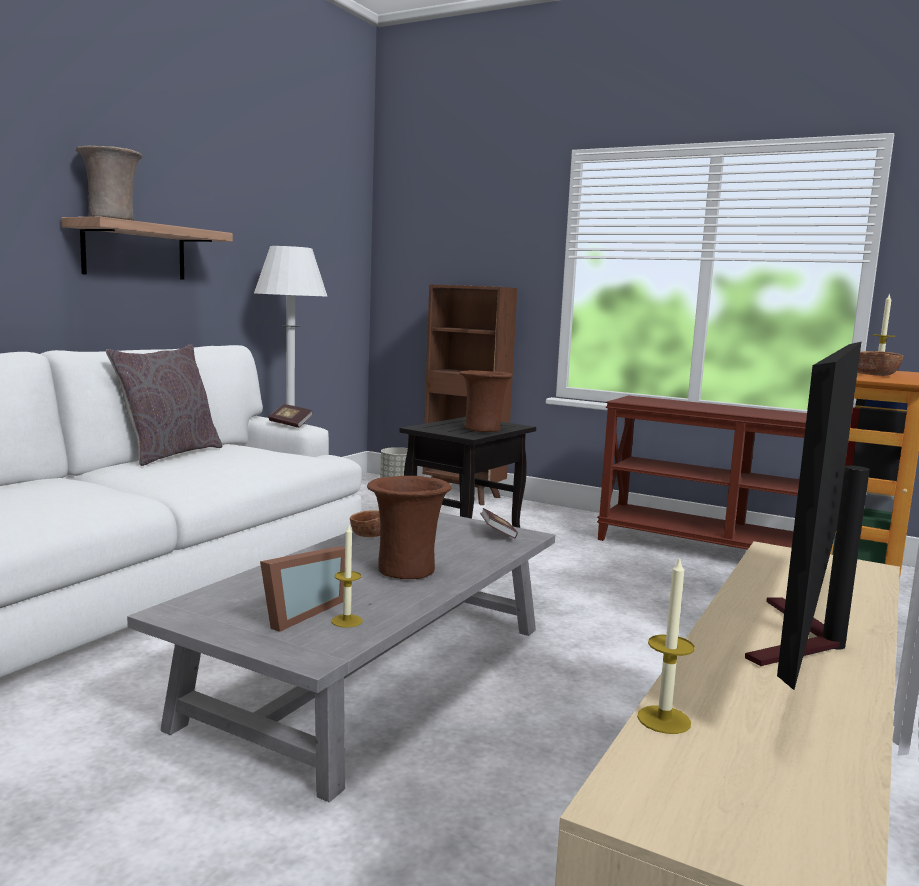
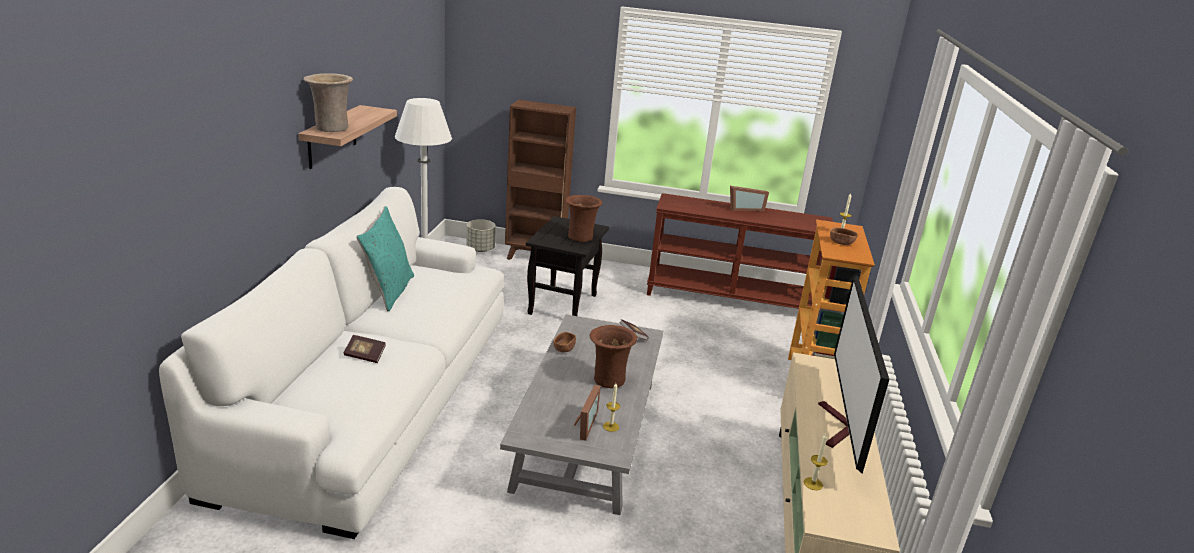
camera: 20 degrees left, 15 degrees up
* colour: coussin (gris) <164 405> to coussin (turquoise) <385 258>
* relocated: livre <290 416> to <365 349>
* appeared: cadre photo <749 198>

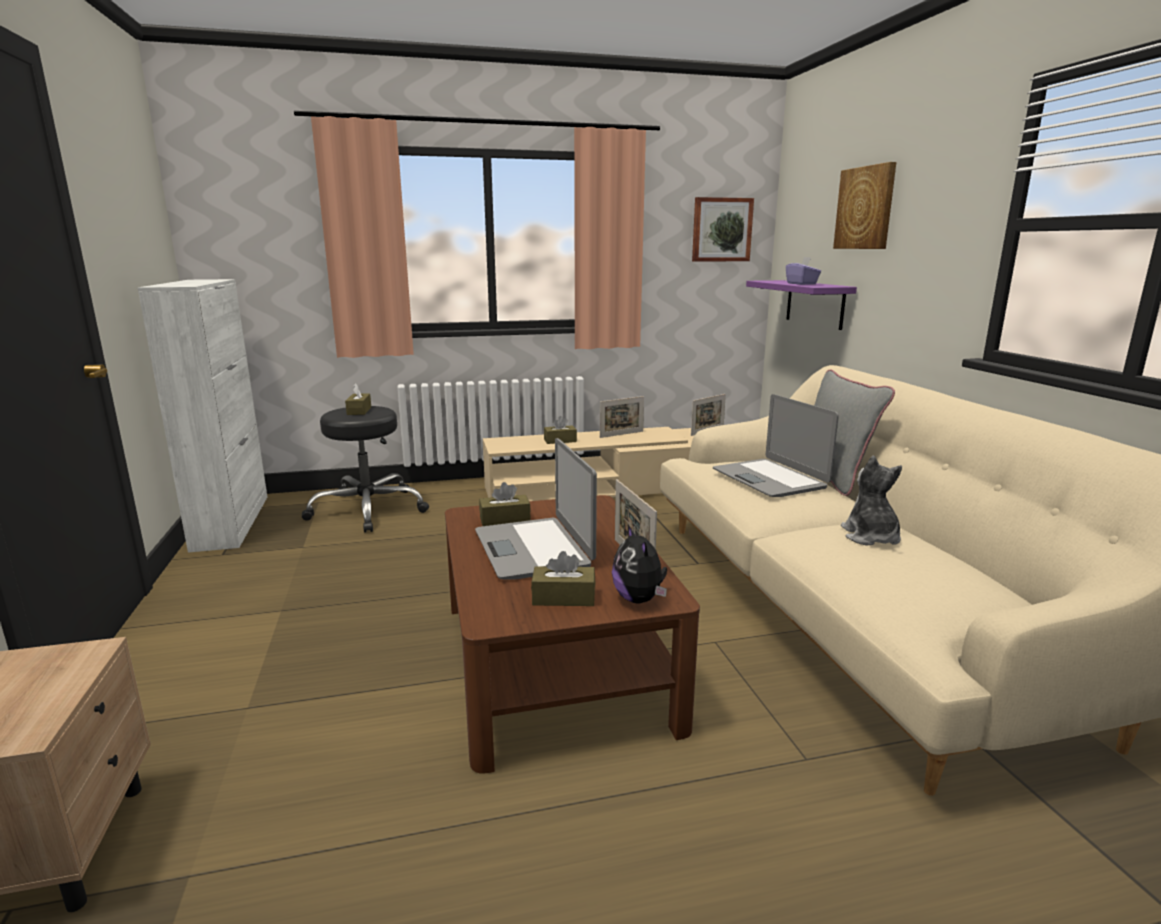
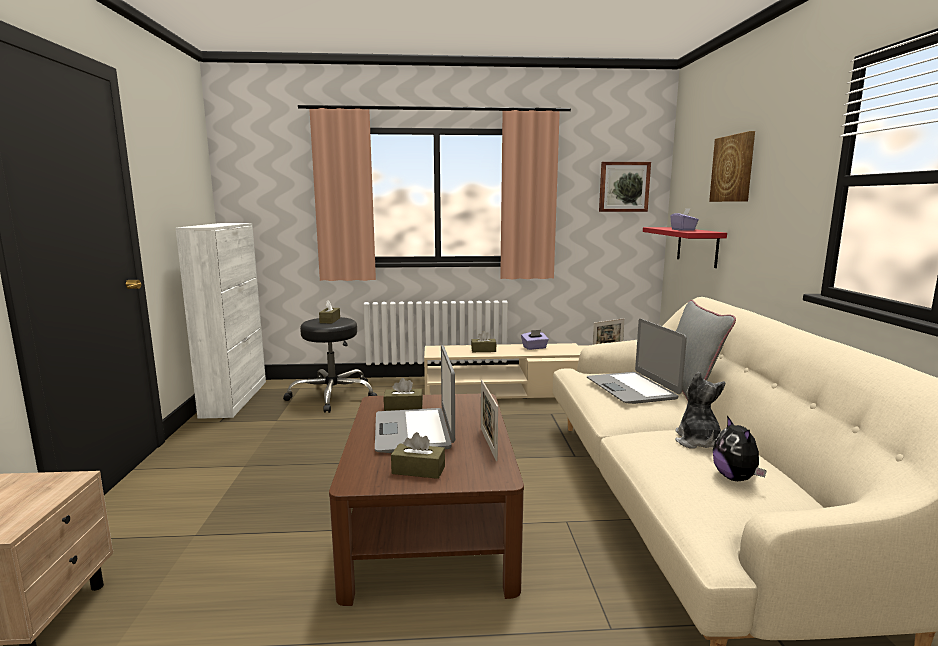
camera: 10 degrees right, 5 degrees down
* colour: étagère (violet) <801 305> to étagère (rouge) <685 247>
* exchanged: cadre photo <622 417> to boîte à mouchoirs (violet) <535 340>
* relocated: peluche <639 564> to <740 448>

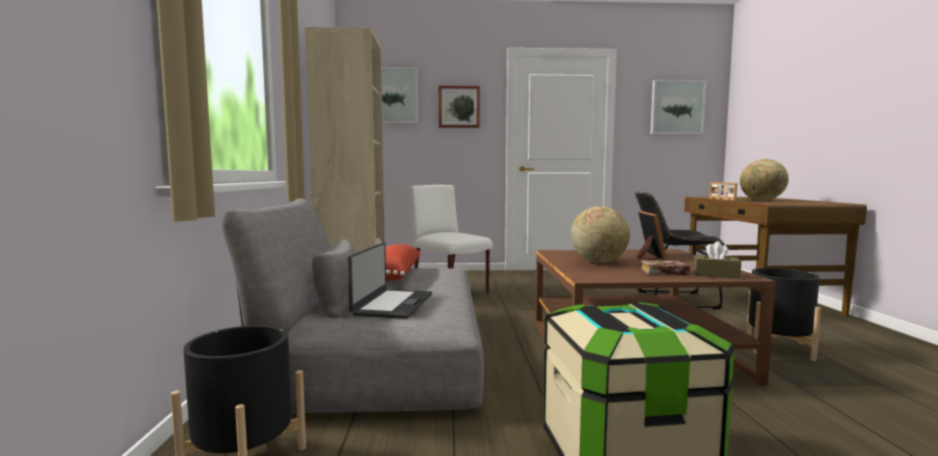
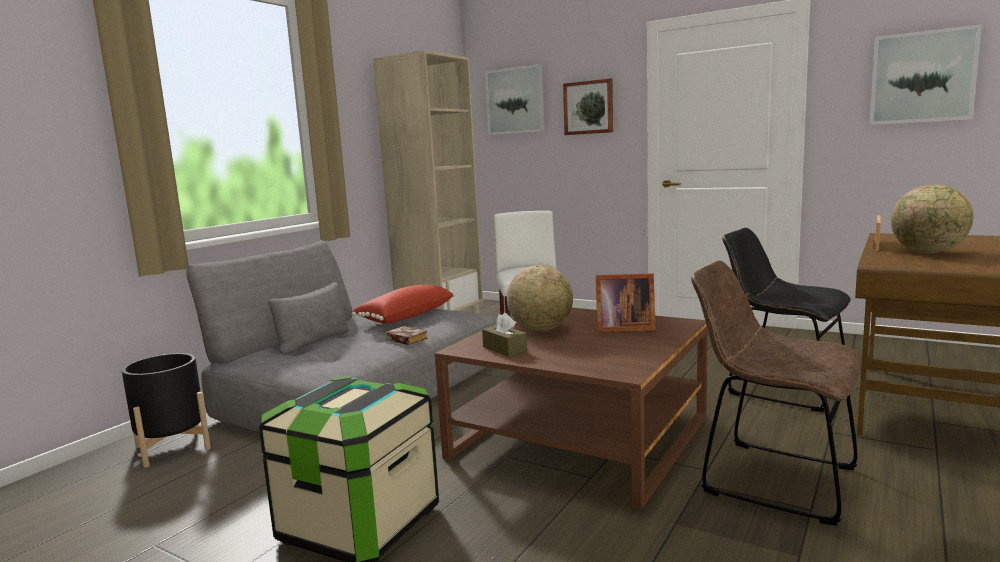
camera: 35 degrees right, 5 degrees up
* spun: cadre photo <652 235> = <626 302> 60 degrees clockwise
* relocated: boîte à mouchoirs (marron) <717 260> to <504 335>
* missing: ordinateur portable <390 280>
* relocated: livre <665 267> to <406 335>
* exchanged: cache-pot (noir) <783 314> to chaise (marron) <776 393>

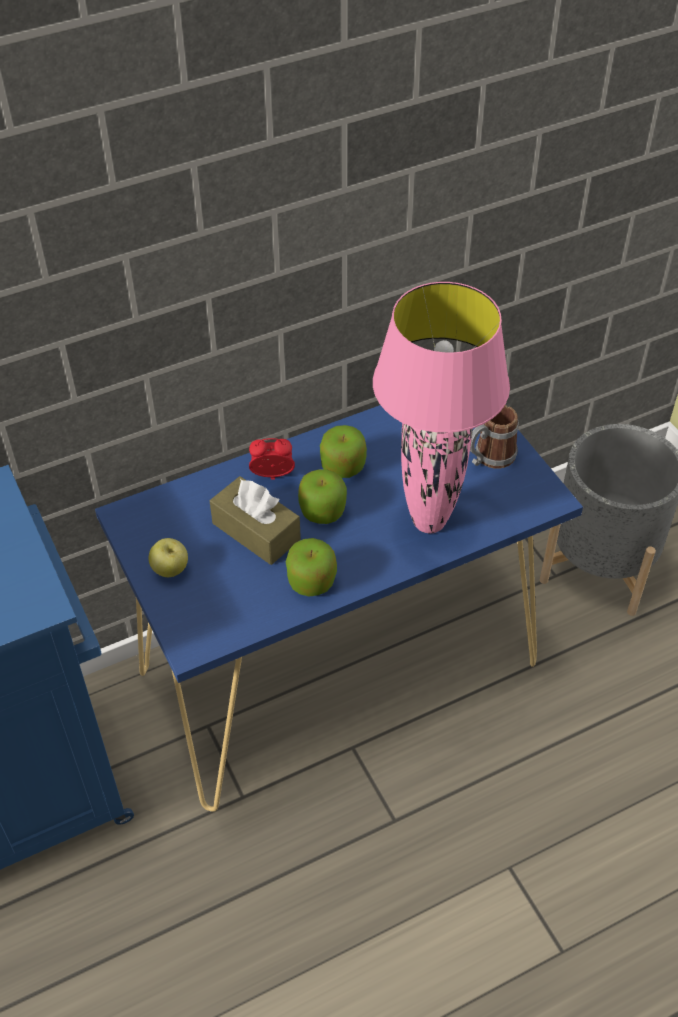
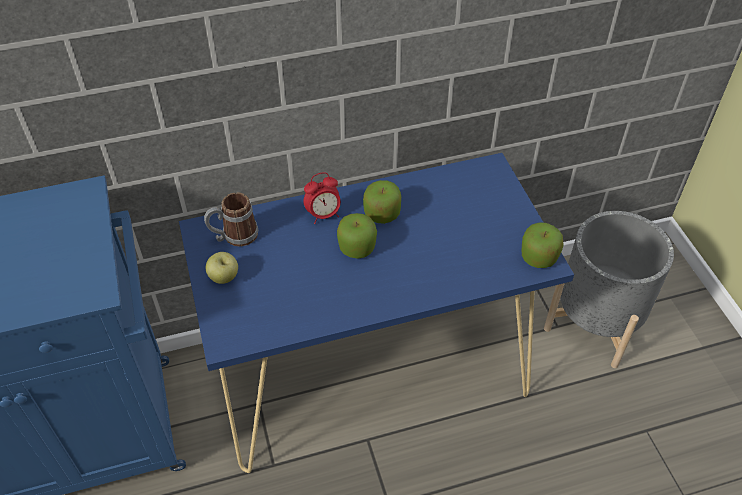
camera: 10 degrees right, 0 degrees up
* missing: lampe de table (rose) <441 407>
* relocated: mug <494 437> to <231 219>
* spun: réveil <272 459> = <322 198> 150 degrees clockwise
* missing: boîte à mouchoirs (marron) <255 520>
* relocated: pomme <311 567> to <542 245>

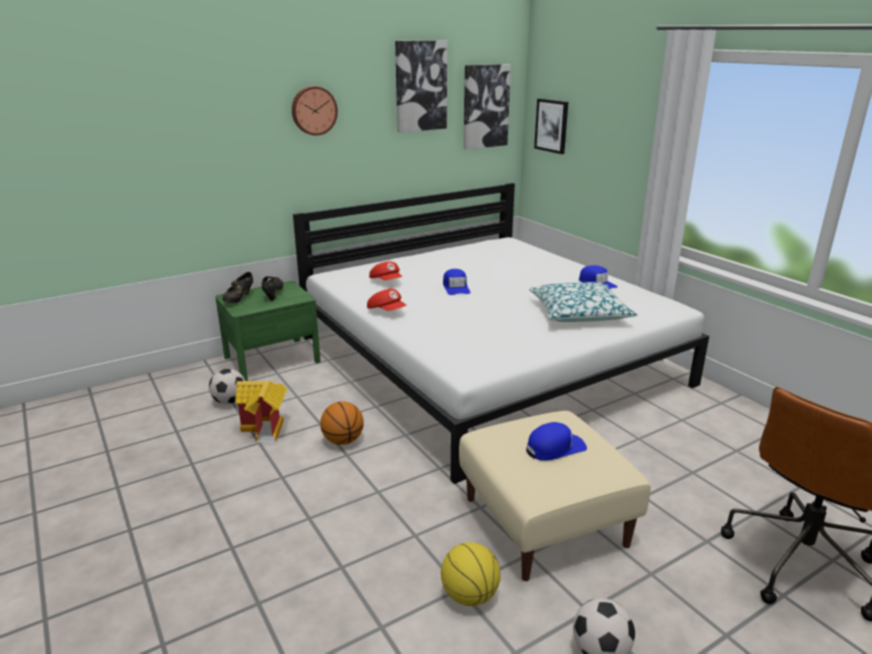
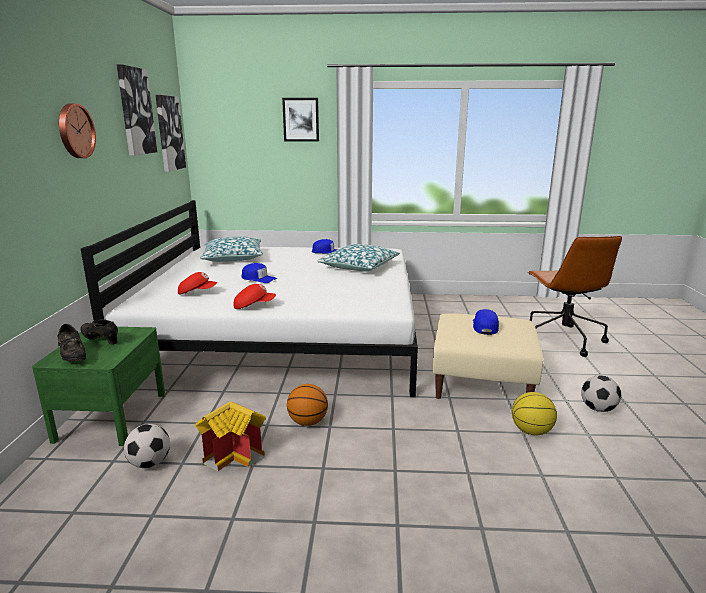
camera: 55 degrees left, 5 degrees down
* relocated: tableau <551 126> to <300 120>
* appeared: coussin <231 249>

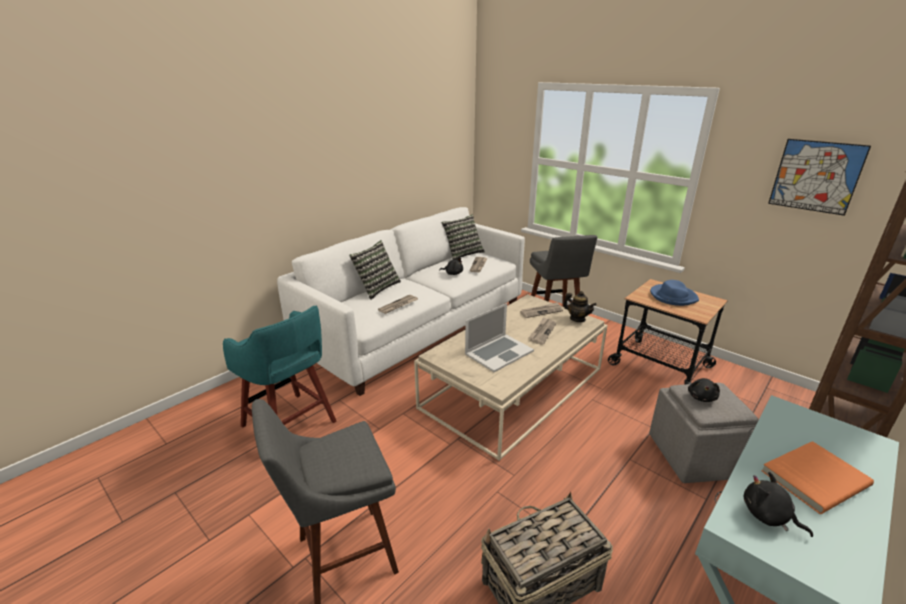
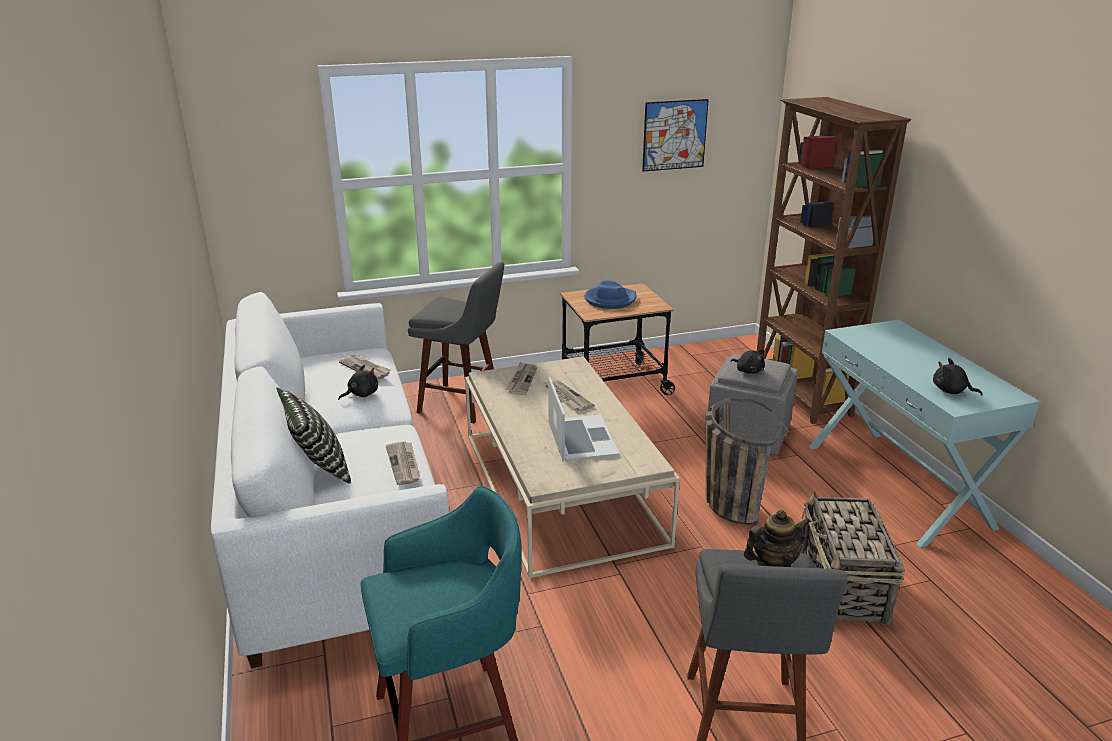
camera: 60 degrees left, 0 degrees up
* missing: coussin <463 237>
* relocated: théière <580 306> to <777 538>
* missing: livre (orange) <817 477>
* spun: peluche (noir) <778 504> = <958 377> 45 degrees clockwise
* appeared: panier <747 461>

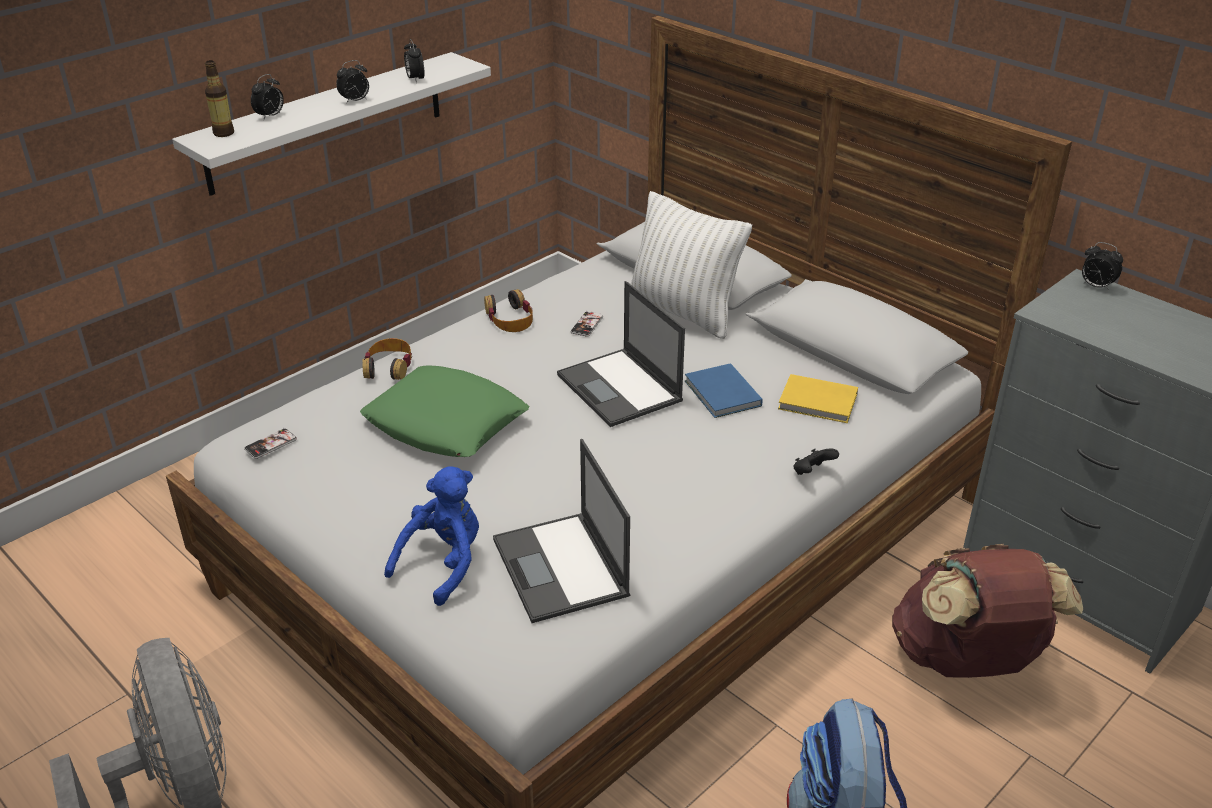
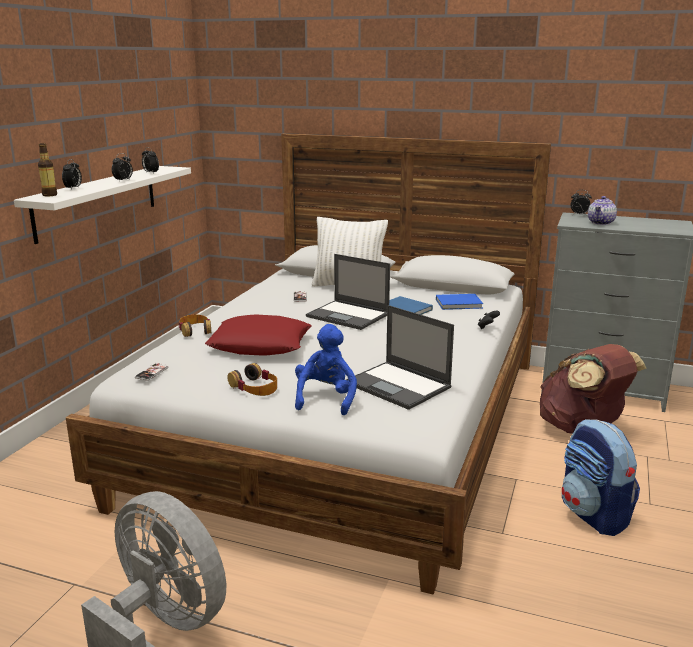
camera: 25 degrees left, 15 degrees down
* relocated: casque audio <508 310> to <252 379>
* colour: coussin (vert) <444 411> to coussin (rouge) <258 335>
* colour: livre (jaune) <818 398> to livre (bleu) <459 302>
* appeared: théière <602 210>

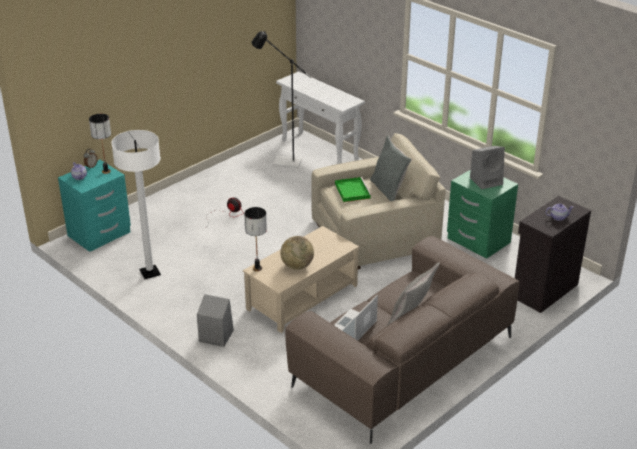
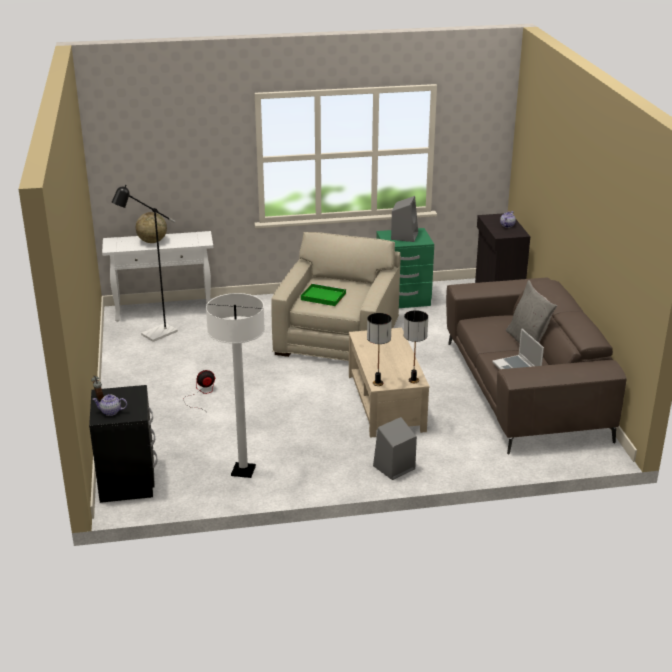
camera: 55 degrees left, 5 degrees down
* relocated: lampe de table <100 144> to <416 346>
* missing: coussin (gris) <391 168>
* colour: table de chevet (turquoise) <94 206> to table de chevet (noir) <123 444>
* relocated: globe <297 253> to <151 227>

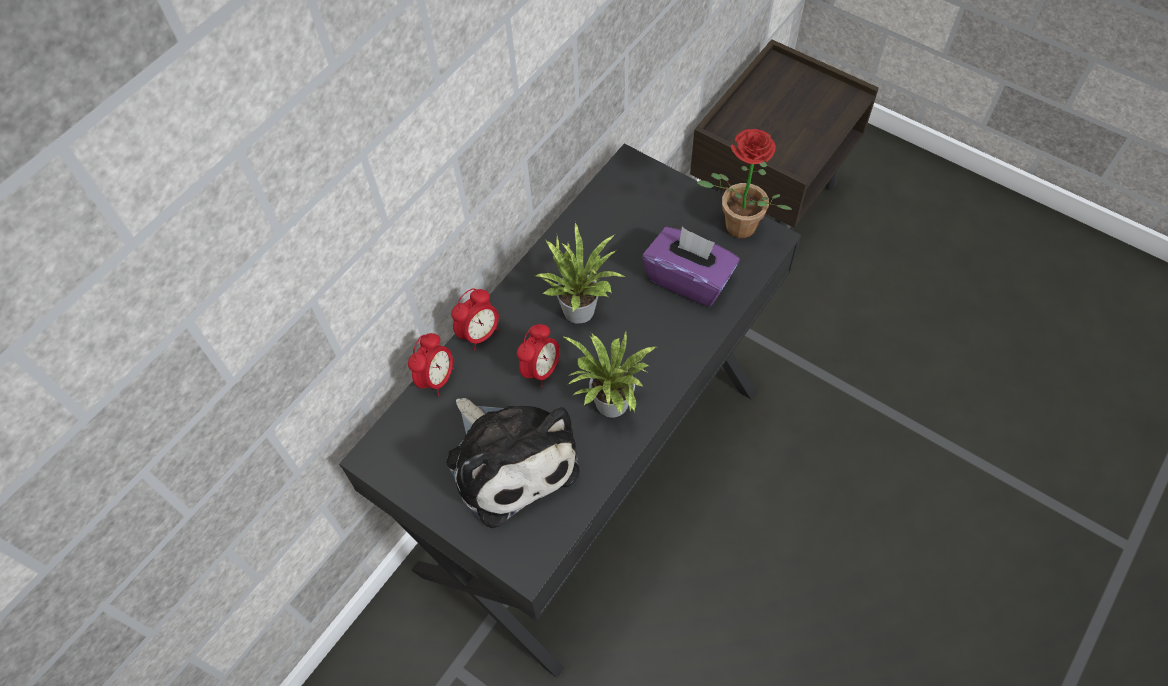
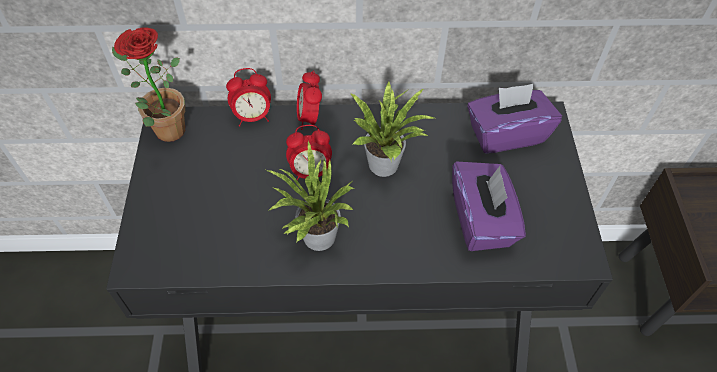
camera: 50 degrees right, 5 degrees down
* relocated: plante en pot <744 183> to <148 84>
* spun: réveil <475 319> = <309 100> 75 degrees clockwise
* missing: peluche <513 463>
* appeared: boîte à mouchoirs (violet) <514 119>

